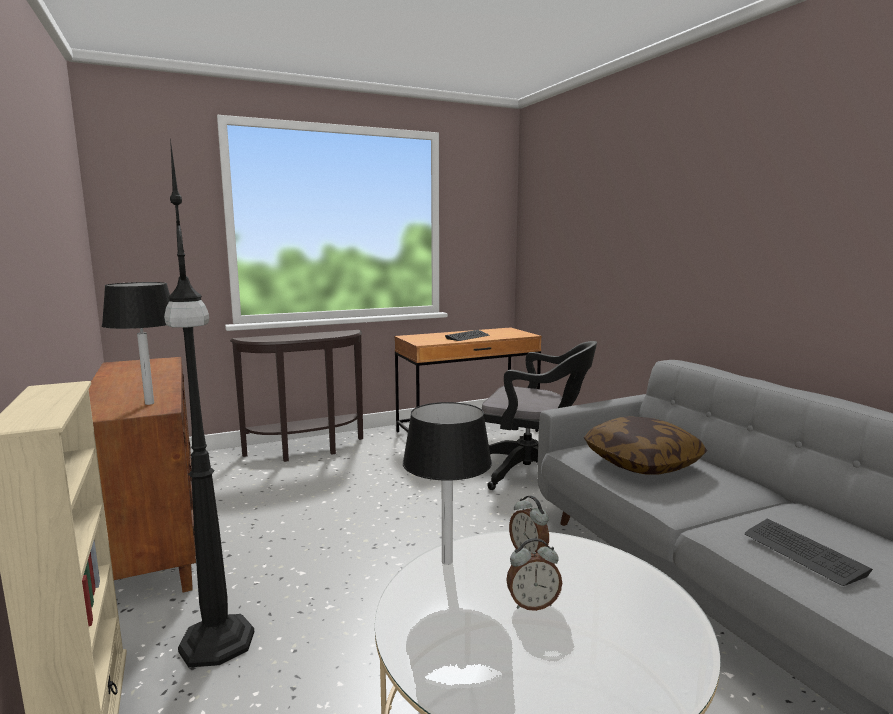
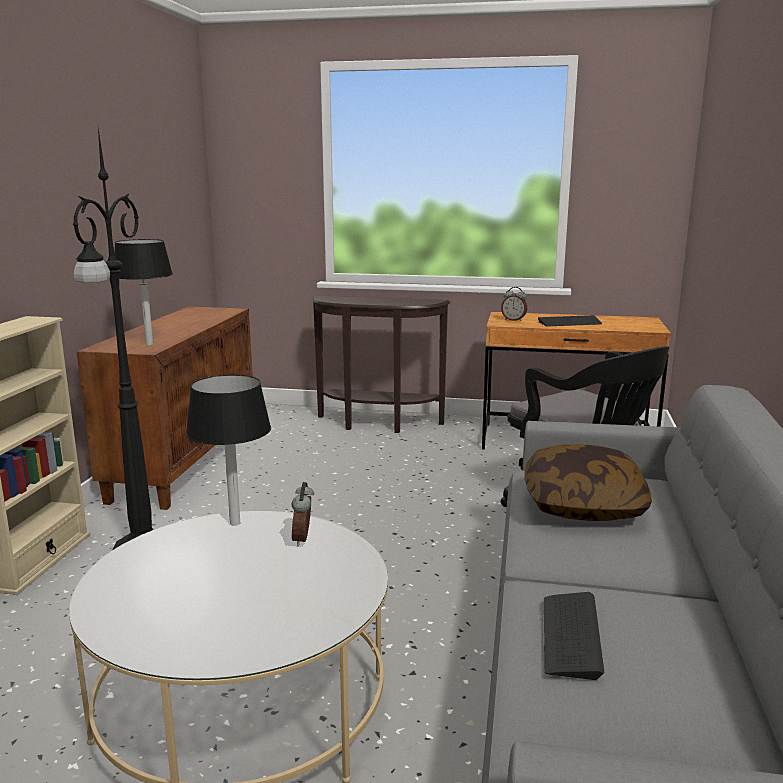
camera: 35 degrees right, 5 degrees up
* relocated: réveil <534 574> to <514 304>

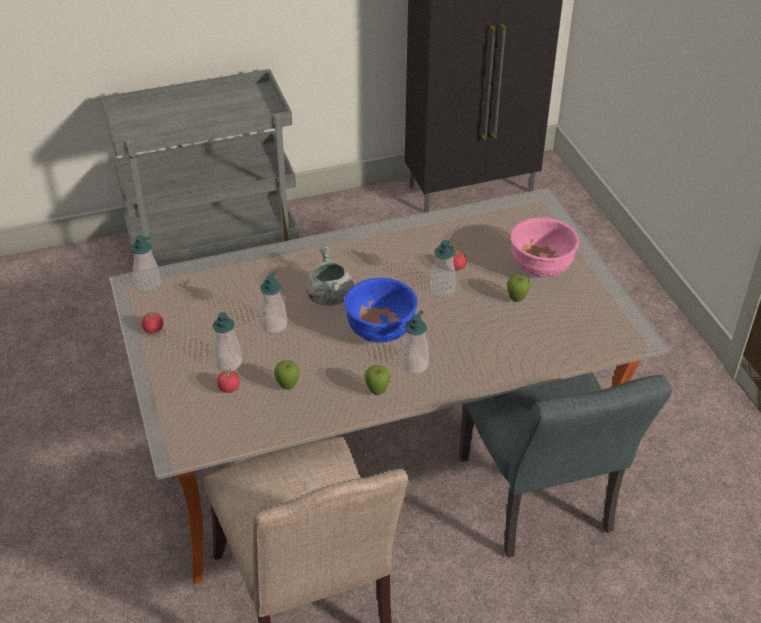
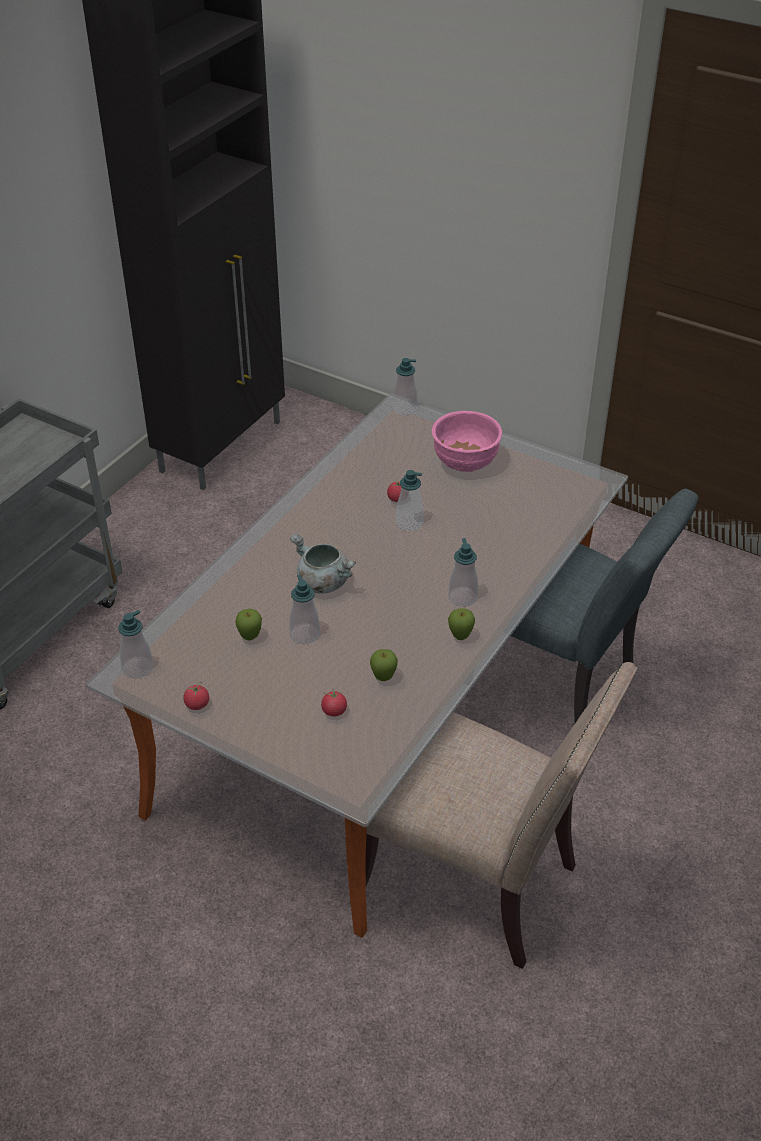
camera: 40 degrees left, 0 degrees up
* relocated: pomme <518 288> to <248 624>
* missing: bol (bleu) <380 310>
* relocated: distributeur de savon <227 341> to <405 387>

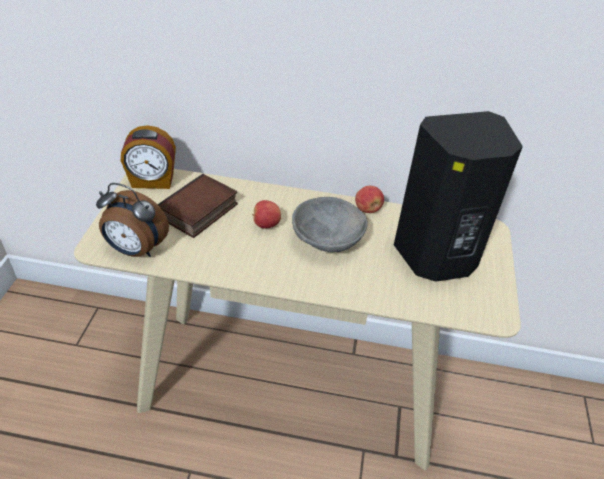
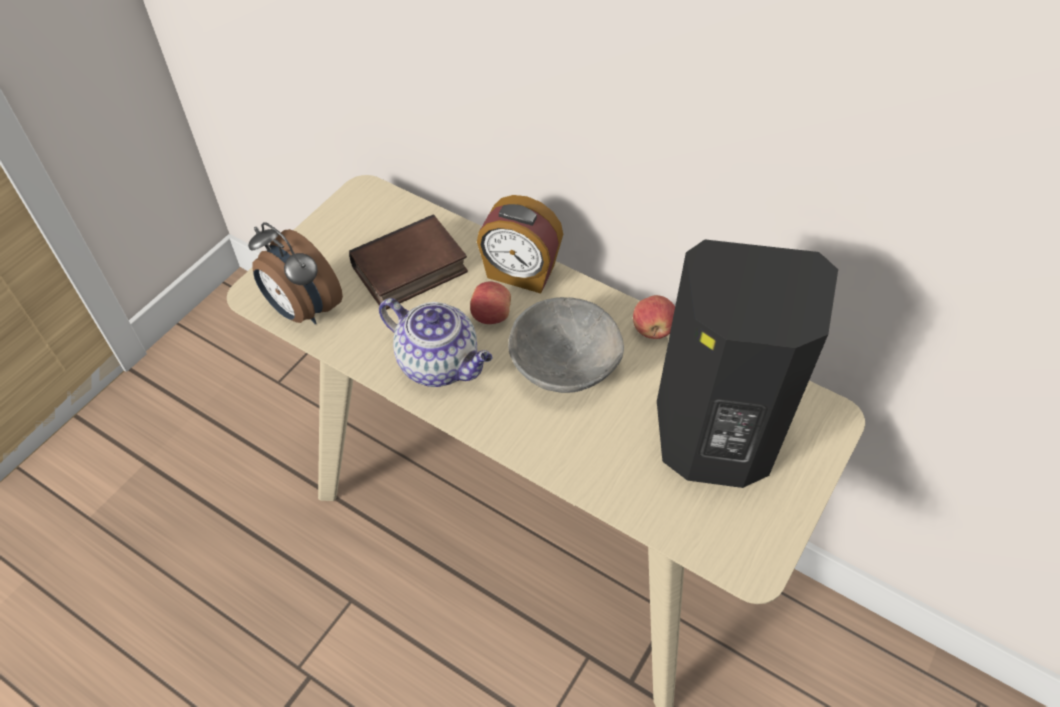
camera: 25 degrees right, 10 degrees up
* relocated: réveil <148 157> to <520 244>
* appeared: théière <435 342>

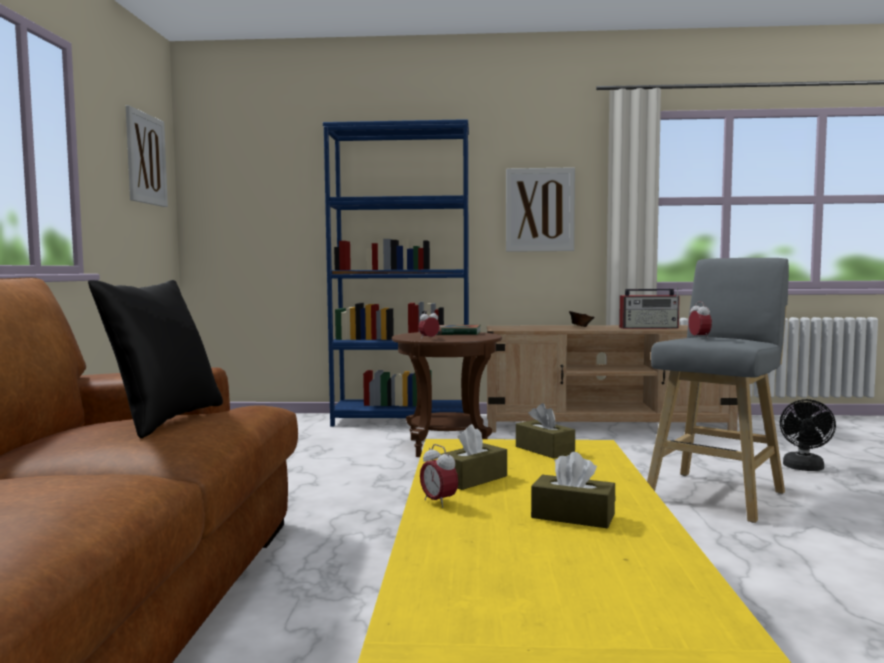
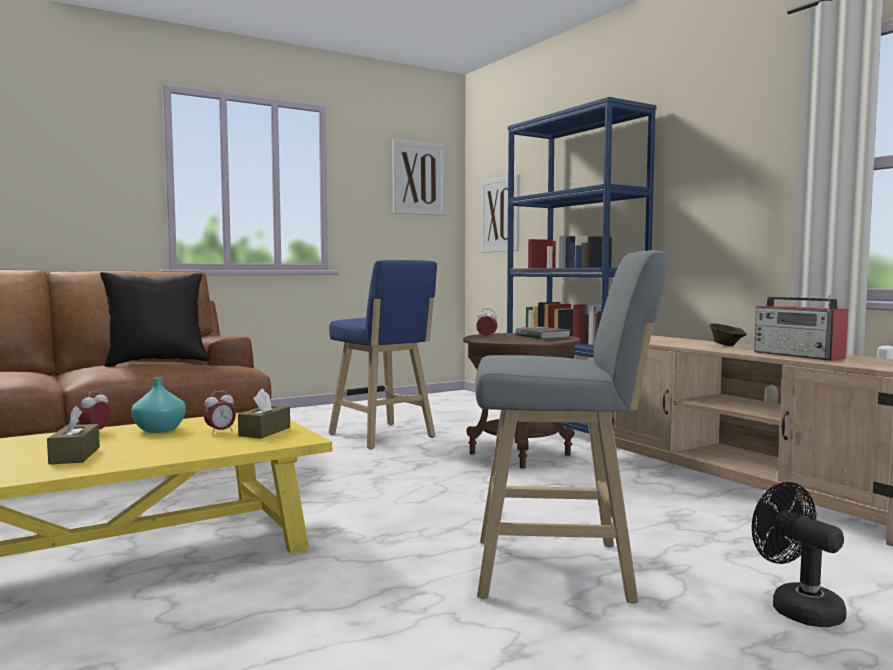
camera: 55 degrees right, 0 degrees up
* relocated: tableau <540 209> to <500 213>
* relocated: réveil <700 320> to <220 413>
* spun: ventilateur (noir) <808 435> = <799 554> 75 degrees clockwise
* exchanged: boîte à mouchoirs (marron) <473 457> to vase (turquoise) <159 405>
* appeared: tabouret (bleu) <382 354>

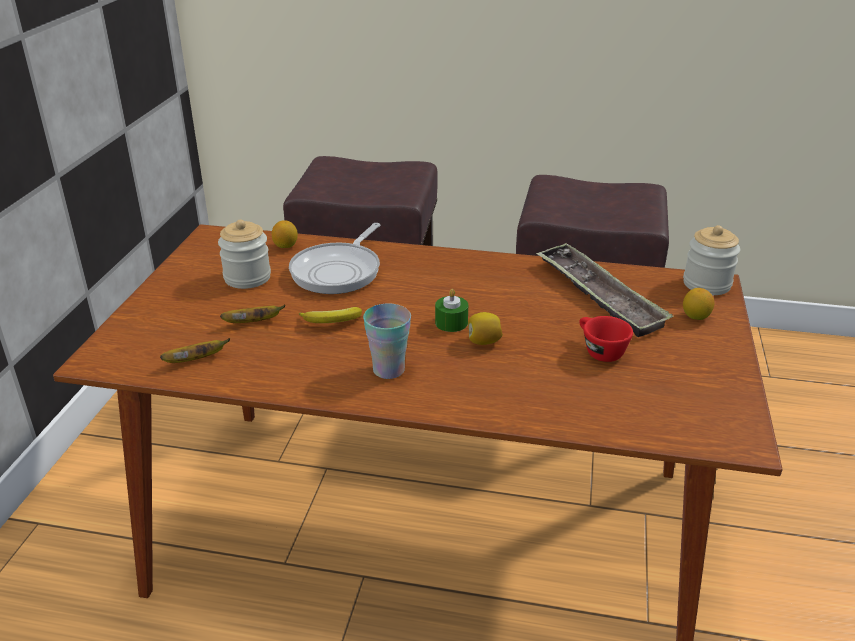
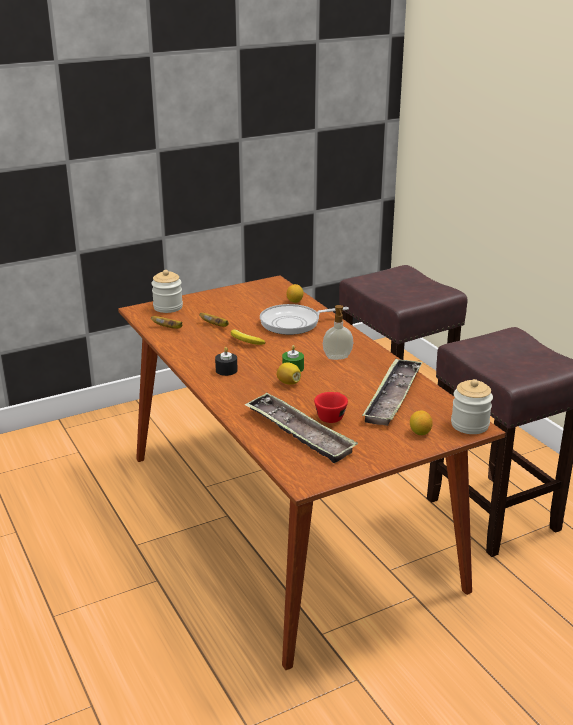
camera: 50 degrees right, 5 degrees down
* relocated: bocal <244 254> to <167 291>
* exchanged: tasse <387 341> to bougie (noir) <226 361>
* appeared: distributeur de savon <338 332>
* appeared: plateau <301 428>

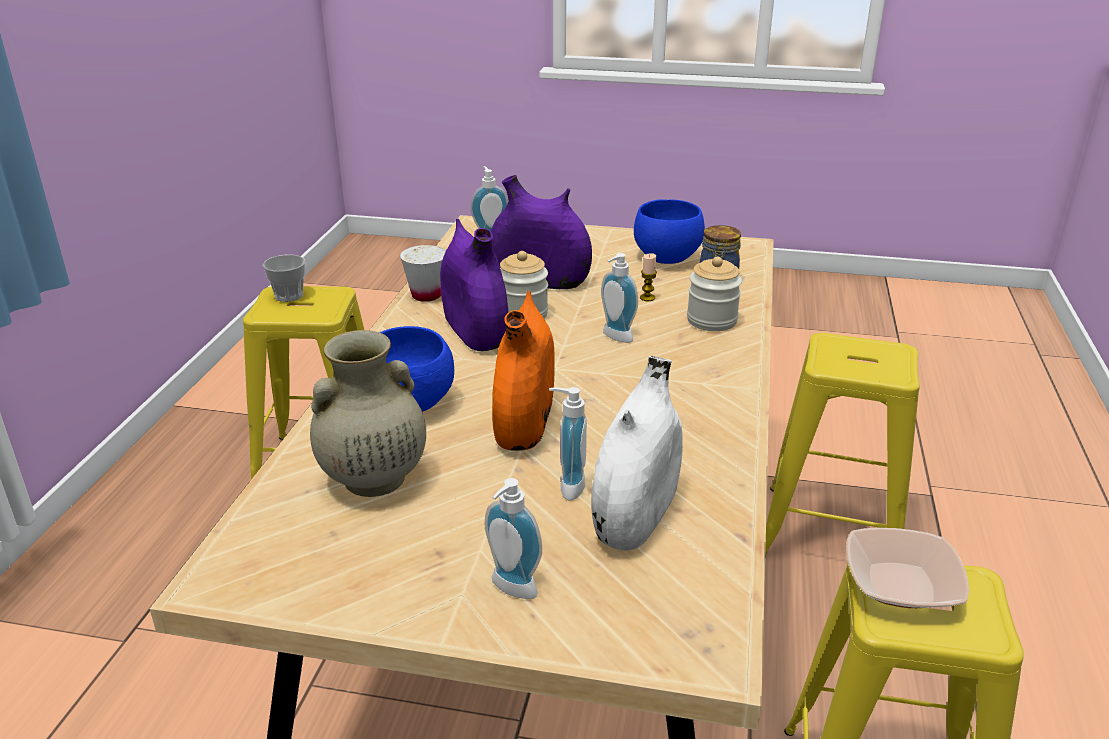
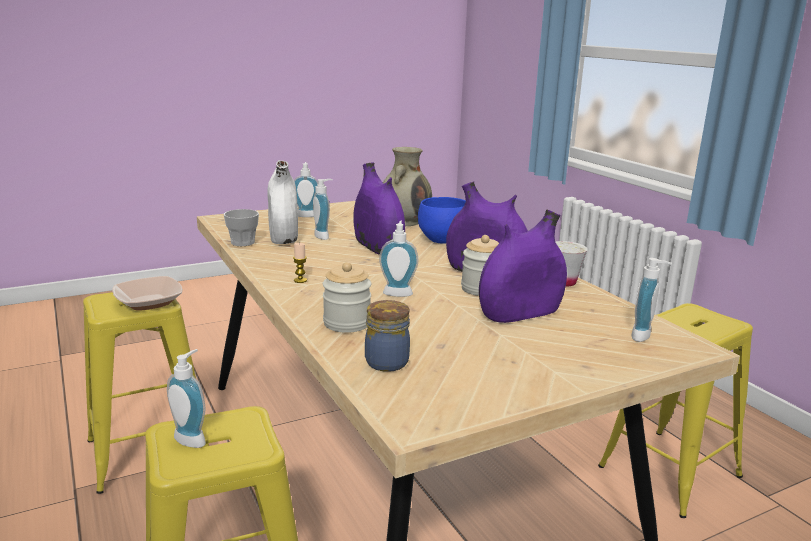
camera: 140 degrees right, 10 degrees down
* missing: bol (bleu) <669 231>
* relocated: bougie <648 277> to <300 263>
* relocated: tasse <284 278> to <241 227>
* colour: vase (orange) <523 371> to vase (violet) <379 208>
* appeared: distributeur de savon <186 398>

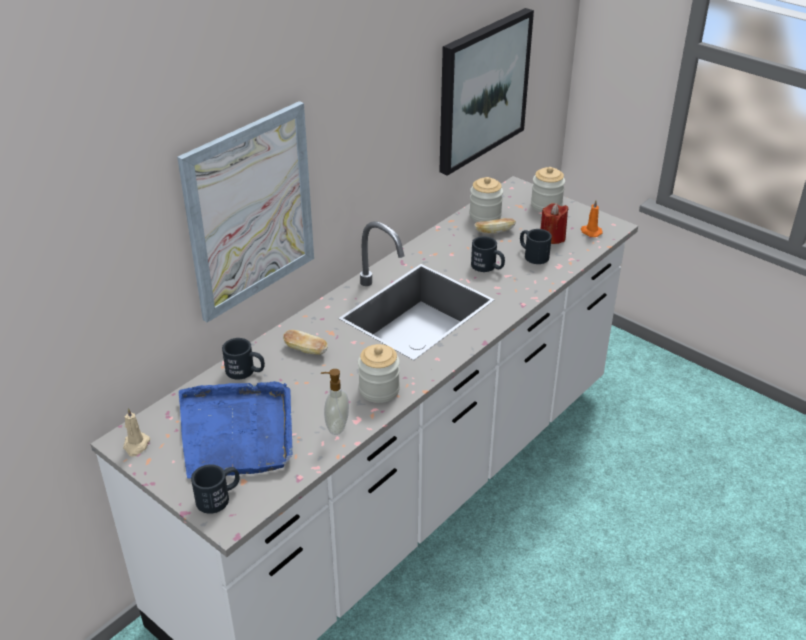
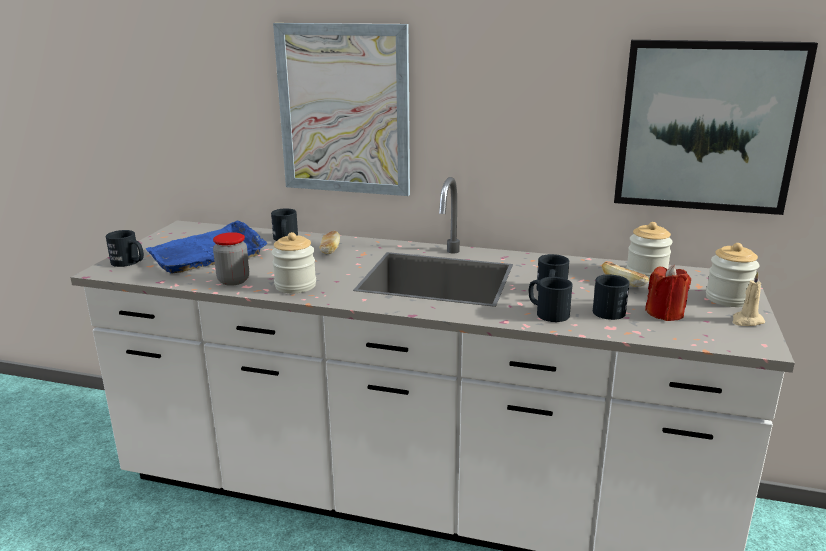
camera: 65 degrees right, 15 degrees down
* missing: bougie (orange) <592 218>
* exchanged: distributeur de savon <335 402> to bocal <231 259>
* relocated: bougie (beige) <136 432> to <749 298>
* appeared: mug (noir) <551 299>

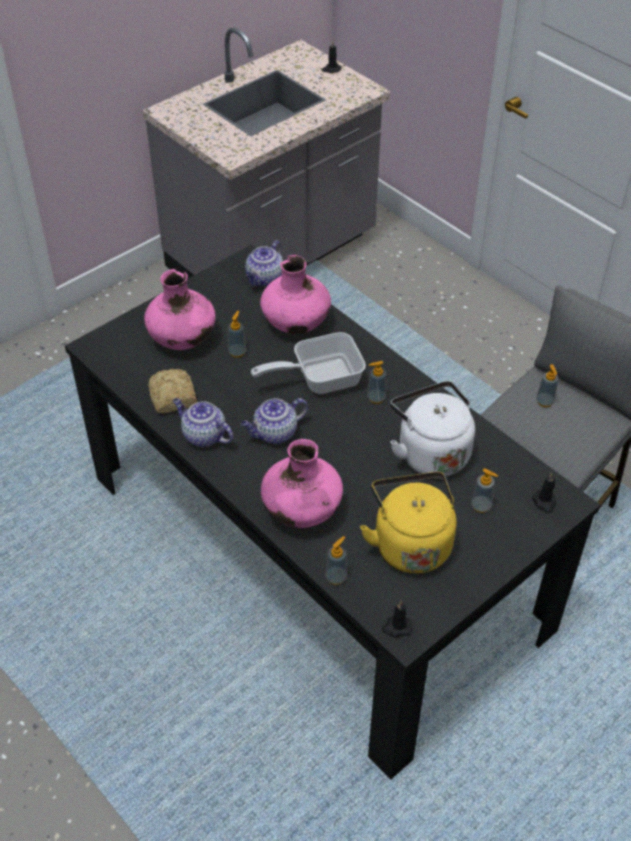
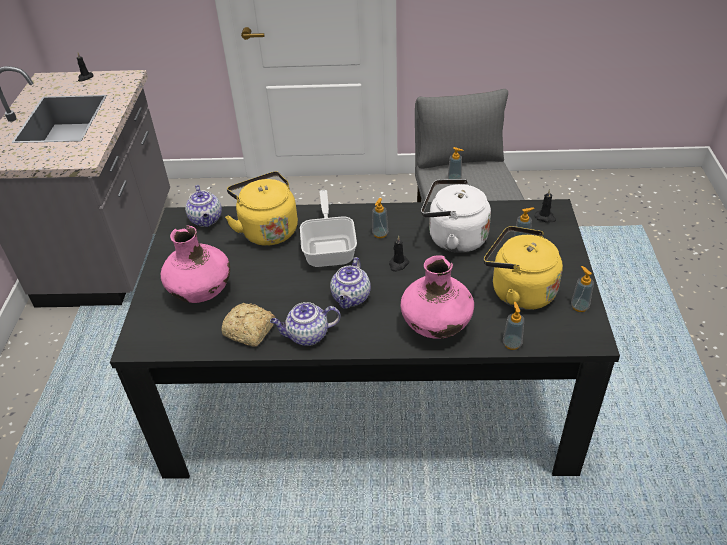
camera: 45 degrees left, 5 degrees down
* exchanged: vase (rose) <295 294> to bouilloire (jaune) <261 208>
* relocated: distributeur de savon <237 334> to <582 289>
* spun: poêle <308 363> = <328 228> 150 degrees clockwise
* relocated: bougie (noir) <397 618> to <399 254>

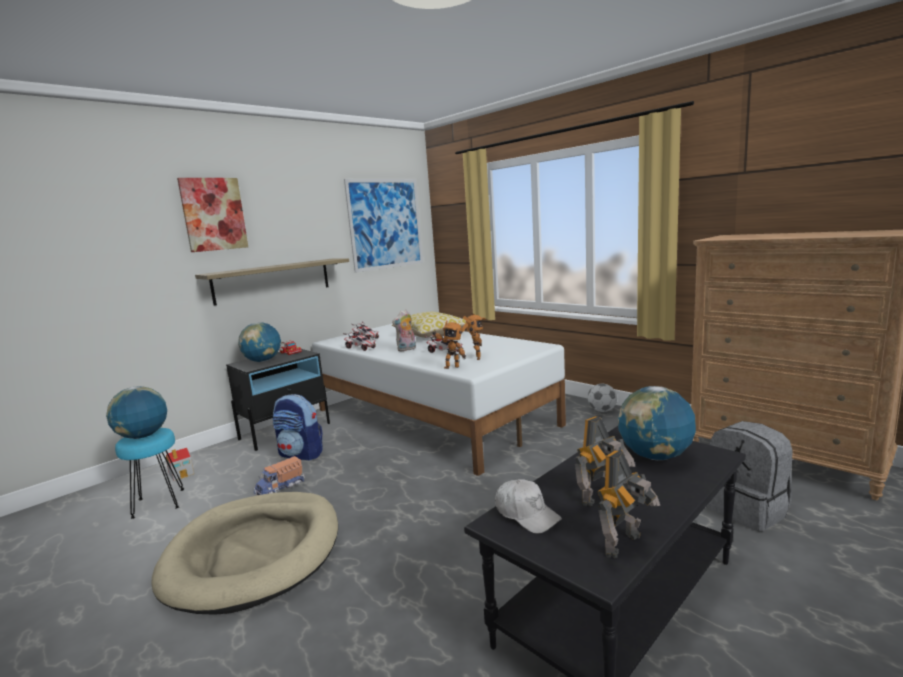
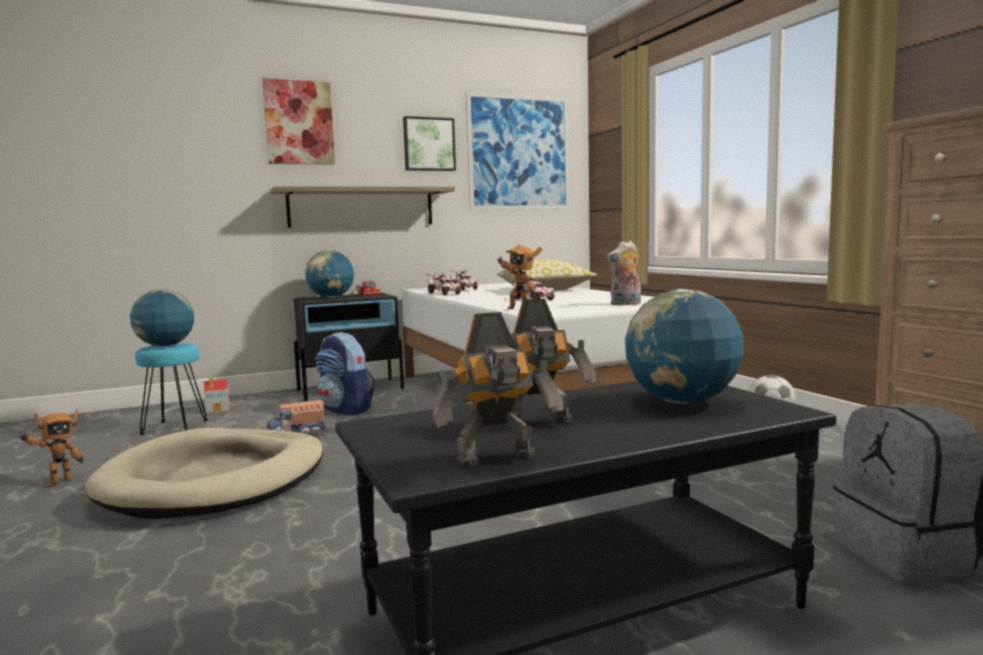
camera: 20 degrees right, 5 degrees down
* relocated: peluche <404 330> to <623 273>
* relocated: robot jouet <474 337> to <51 448>
* missing: casquette (blanc) <528 506>
* appeared: tableau <429 143>

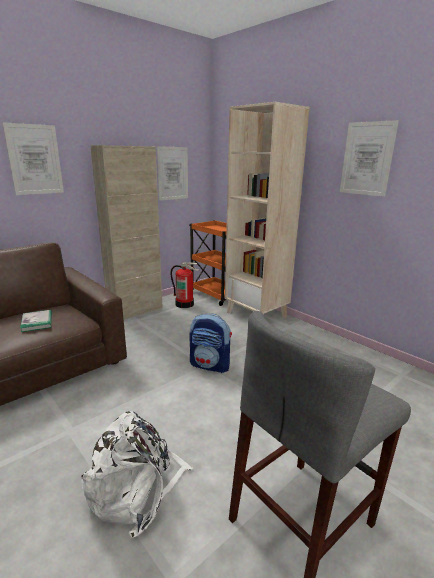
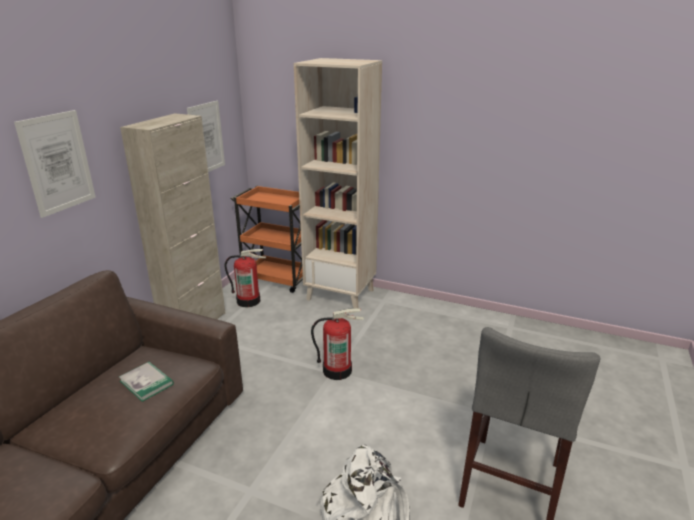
camera: 25 degrees left, 5 degrees up
* missing: tableau <369 158>
* exchanged: sac à dos <211 343> to extincteur <337 344>

